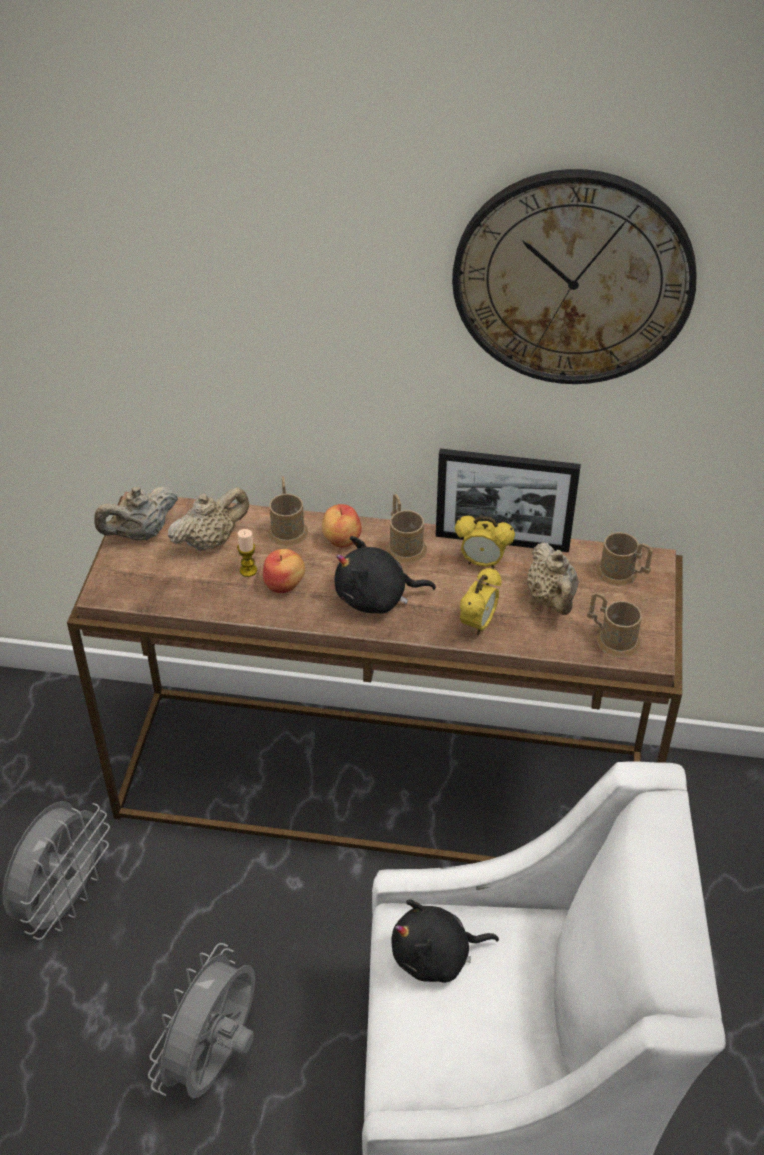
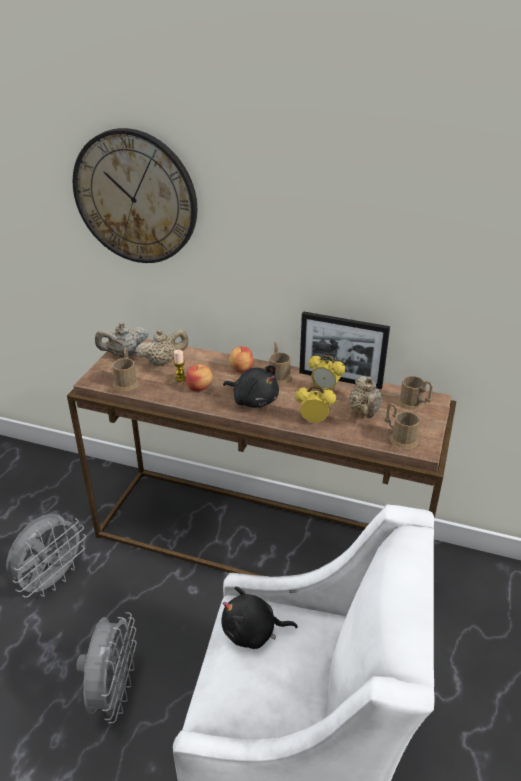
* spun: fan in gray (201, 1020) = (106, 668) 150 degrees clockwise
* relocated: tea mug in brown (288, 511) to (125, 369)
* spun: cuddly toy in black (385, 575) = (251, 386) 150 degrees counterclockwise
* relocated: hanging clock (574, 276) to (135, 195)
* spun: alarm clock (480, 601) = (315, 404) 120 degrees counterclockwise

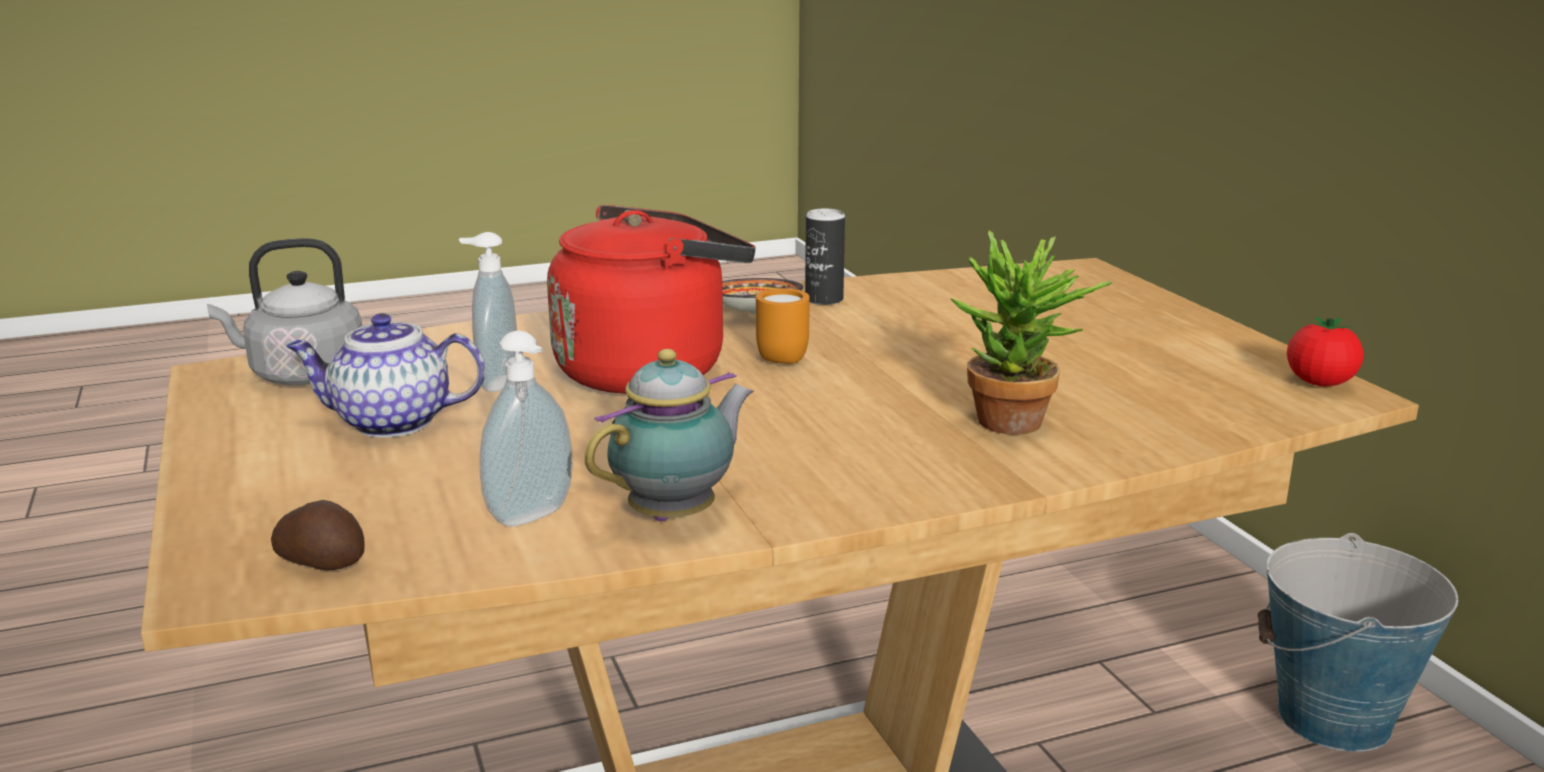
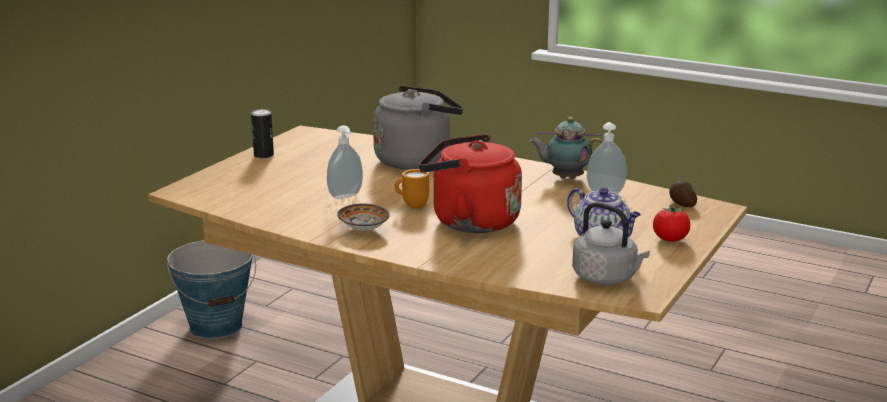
* relocated: soap dispenser (488, 312) to (345, 162)
* relocated: sealed can (825, 257) to (262, 133)
* exchanged: plant in a pot (1031, 332) to tea kettle in gray (418, 127)
* relocated: whole tomato (1325, 351) to (671, 223)

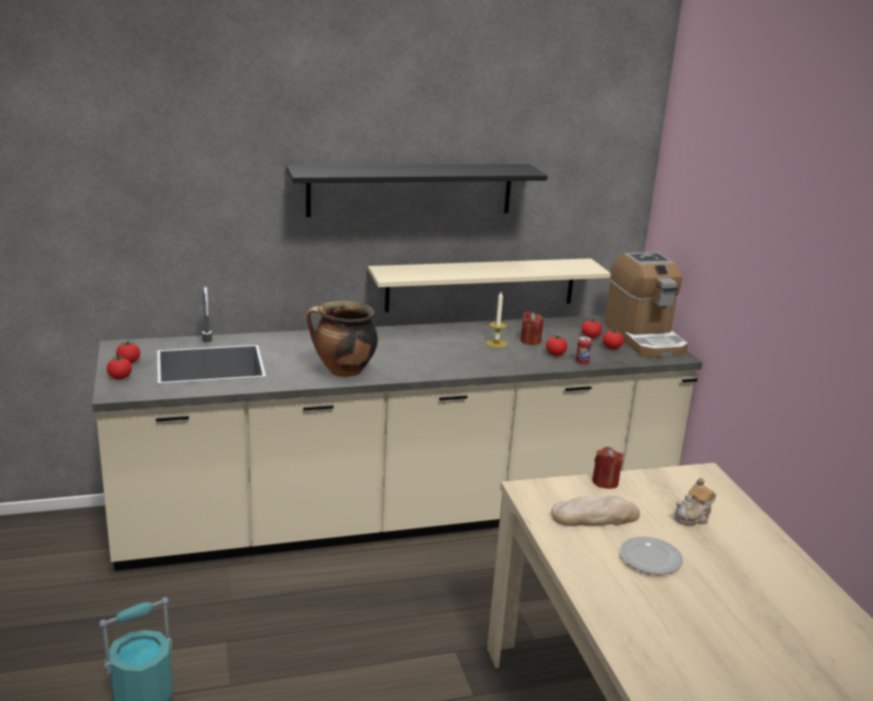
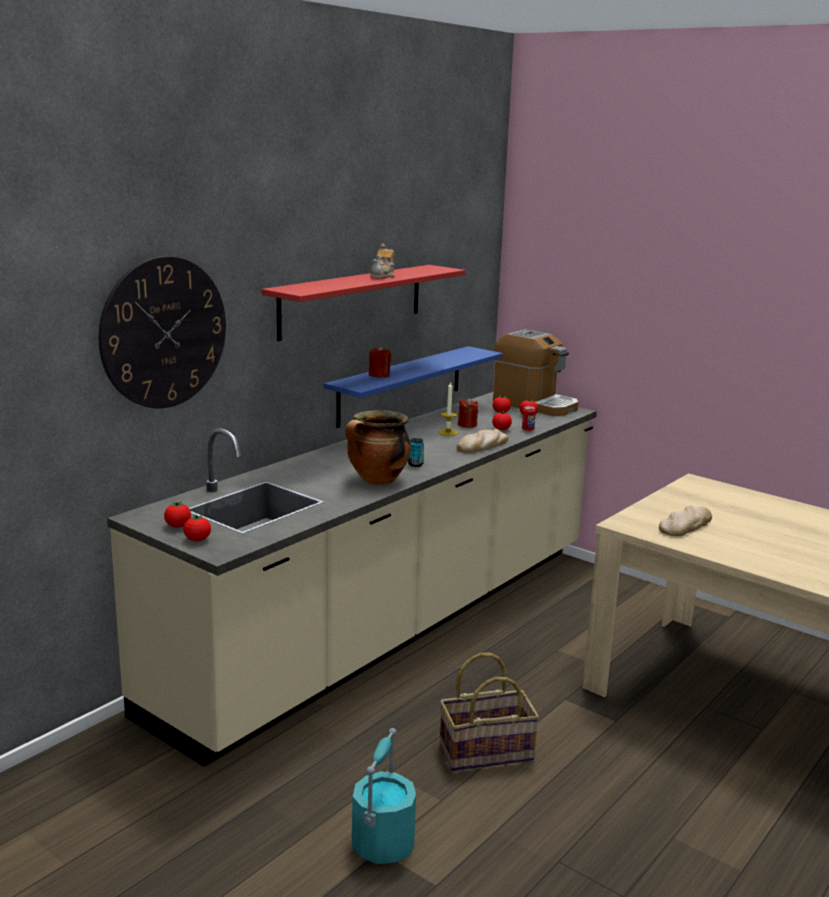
* colour: wall shelf in black (416, 190) to wall shelf in red (363, 303)
* colour: wall shelf in sand-coloured (489, 285) to wall shelf in blue (413, 387)
* relocated: wax candle in red (607, 468) to (380, 361)
* missing: plate (651, 556)
* relocated: pot for tea (695, 501) to (383, 260)
* appeared: hanging clock (162, 332)
* appeared: sealed can (416, 452)
* appeared: household basket (489, 712)
* appeared: bakery bread (482, 440)

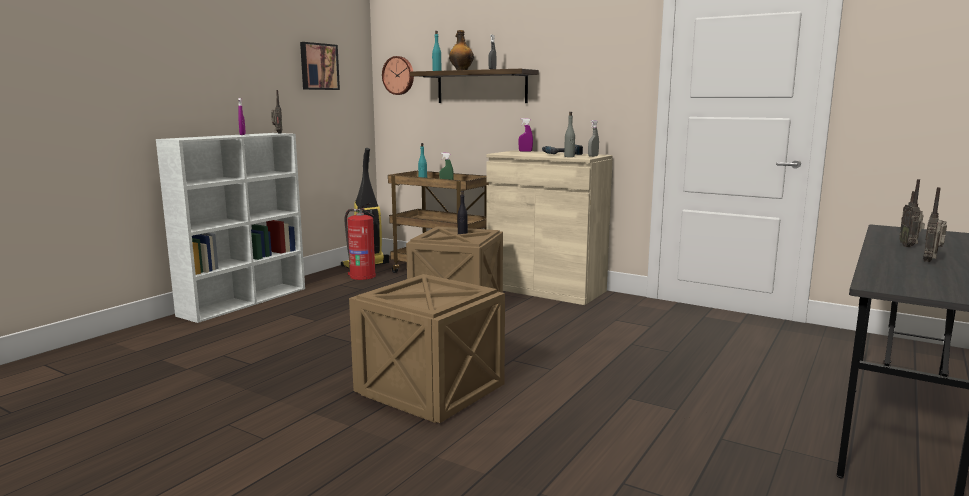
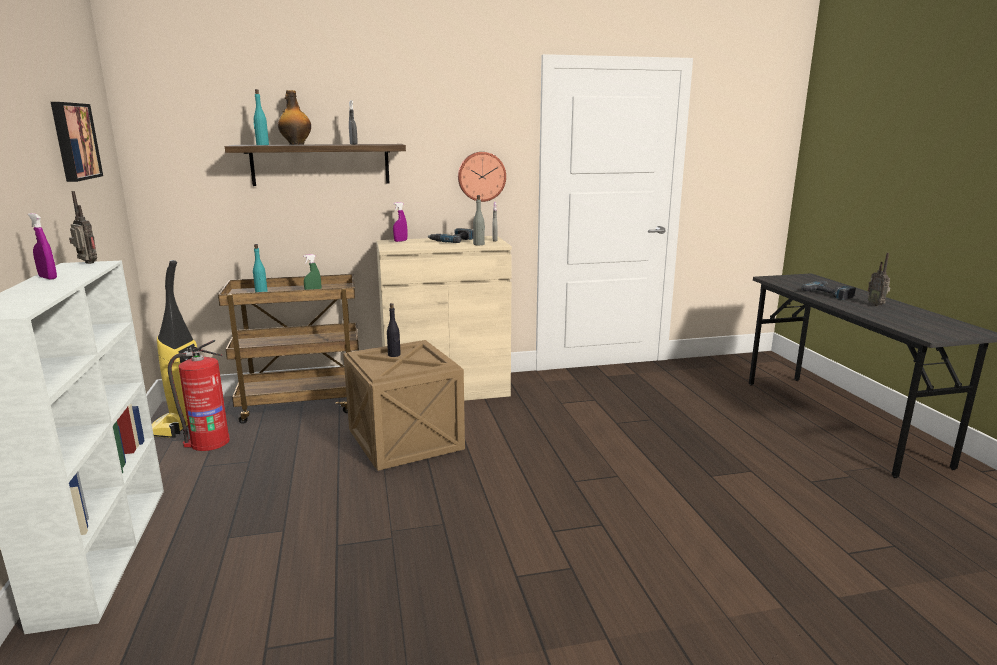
* missing: crate (427, 348)
* relocated: hanging clock (398, 75) to (482, 177)
* exchanged: radio (912, 213) to drill (828, 290)

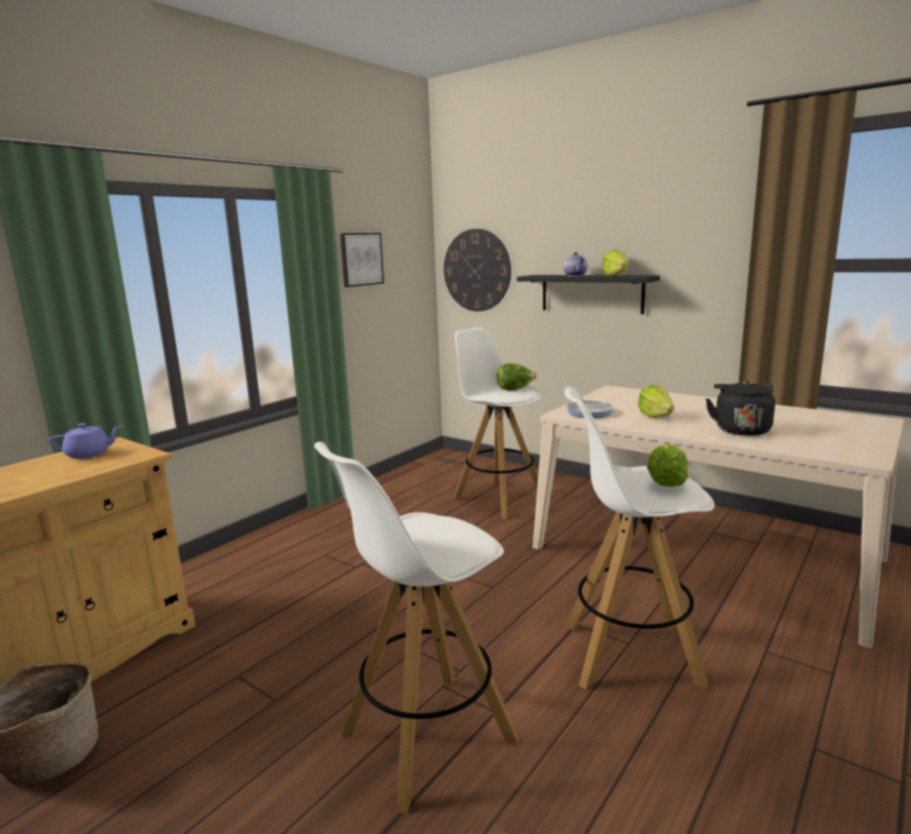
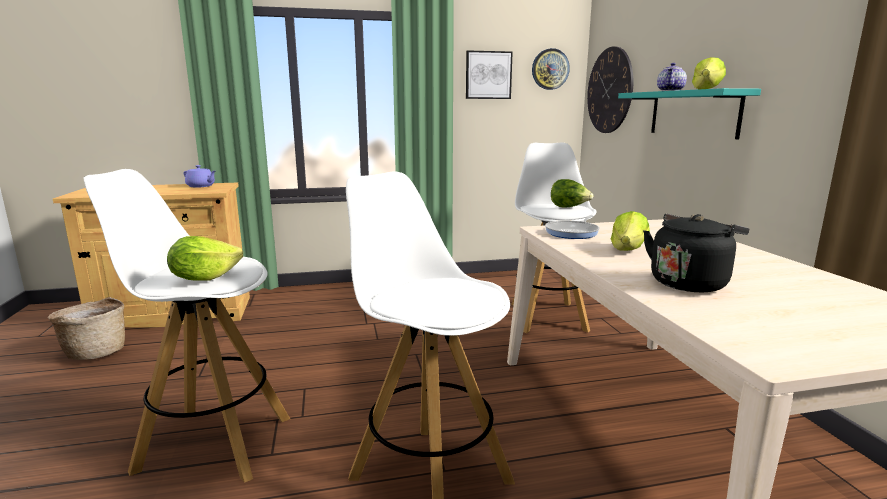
* colour: wall shelf in black (588, 294) to wall shelf in turquoise-coloured (689, 113)
* relocated: lettuce (667, 466) to (205, 258)
* appeared: hanging clock (551, 69)

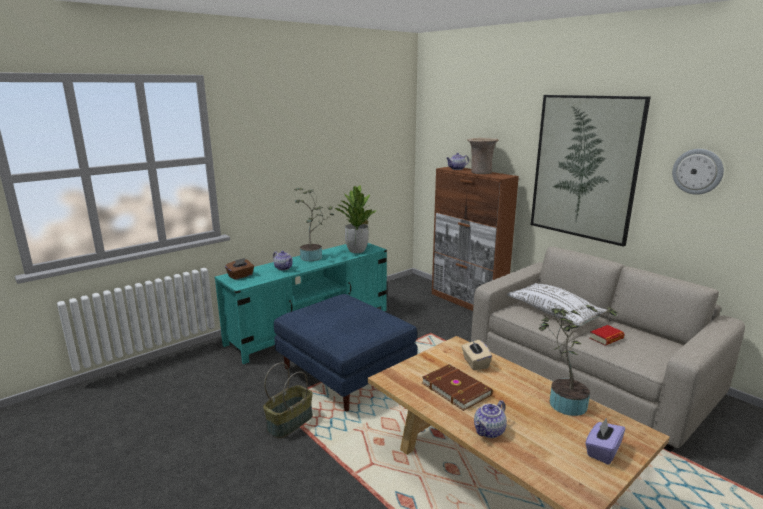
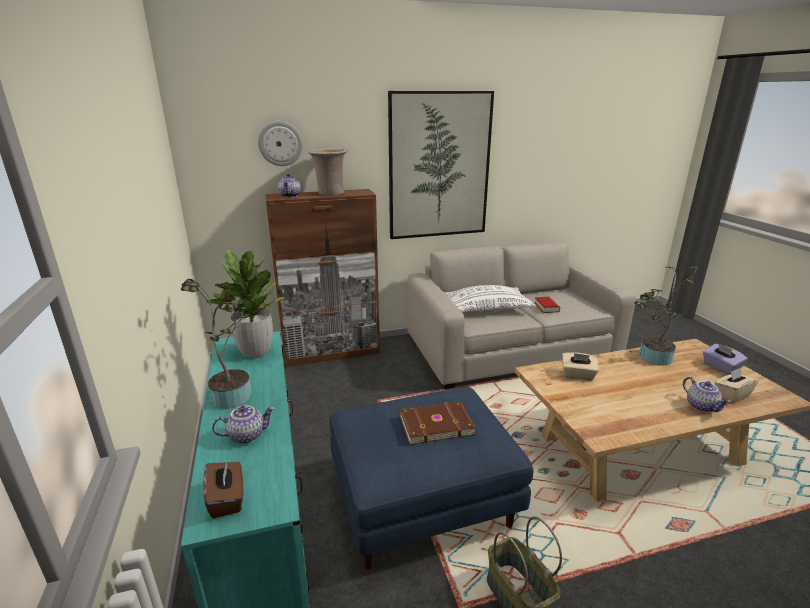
* relocated: bound book in brown (457, 387) to (437, 423)
* relocated: hanging clock (698, 172) to (280, 143)
* appeared: tissue holder in sand-coloured (737, 385)

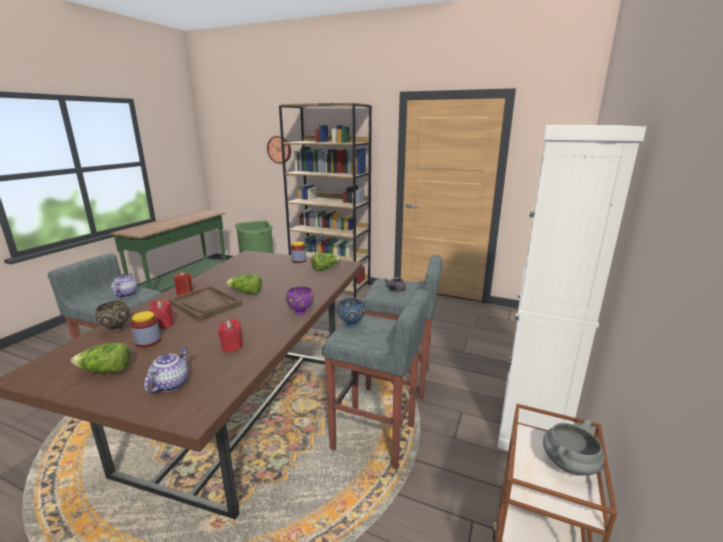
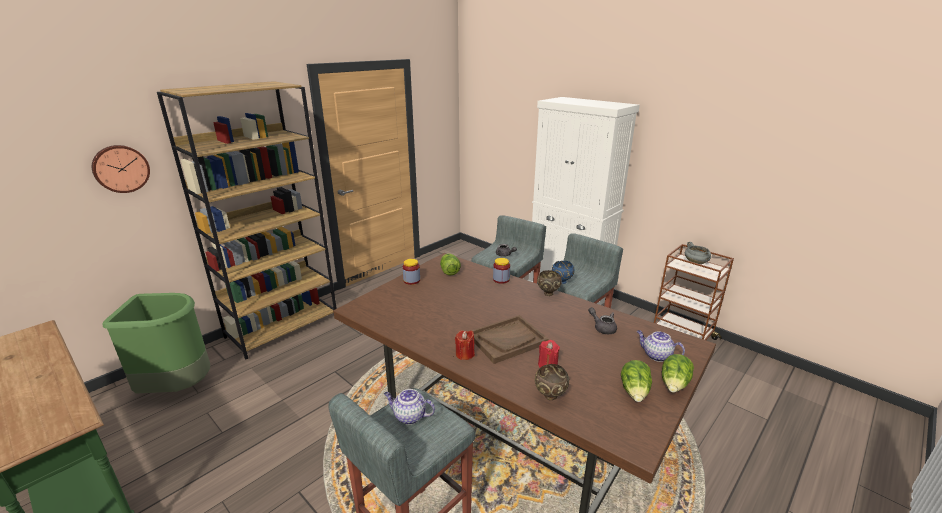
* relocated: preserve jar (146, 329) to (501, 271)
* exchanged: wax candle in red (230, 335) to pot for tea in gray (602, 320)
* relocated: lettuce (244, 284) to (678, 373)
* colour: deep dish in purple (300, 301) to deep dish in brown (549, 283)

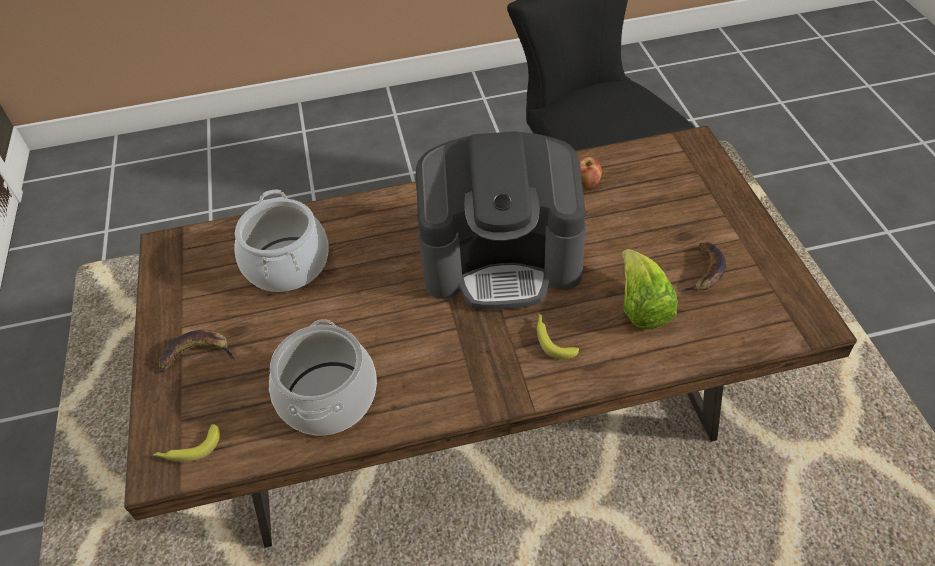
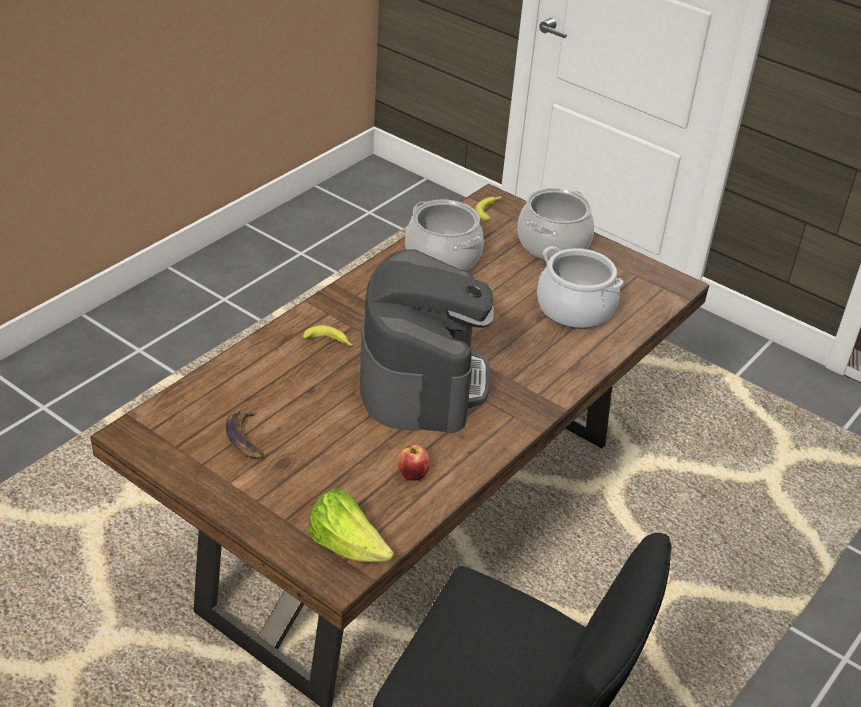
* exchanged: banana fruit (196, 351) to stockpot (555, 224)
* spun: coffee brewer (501, 220) = (427, 341) 135 degrees clockwise
* relocated: lettuce (650, 289) to (351, 525)

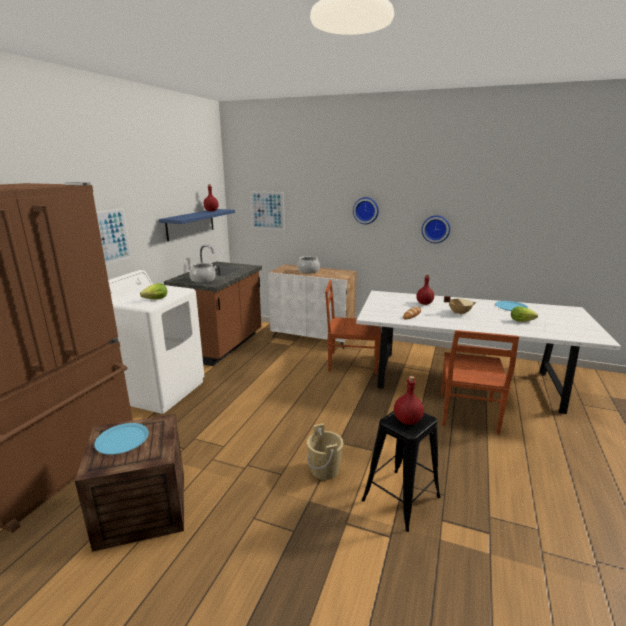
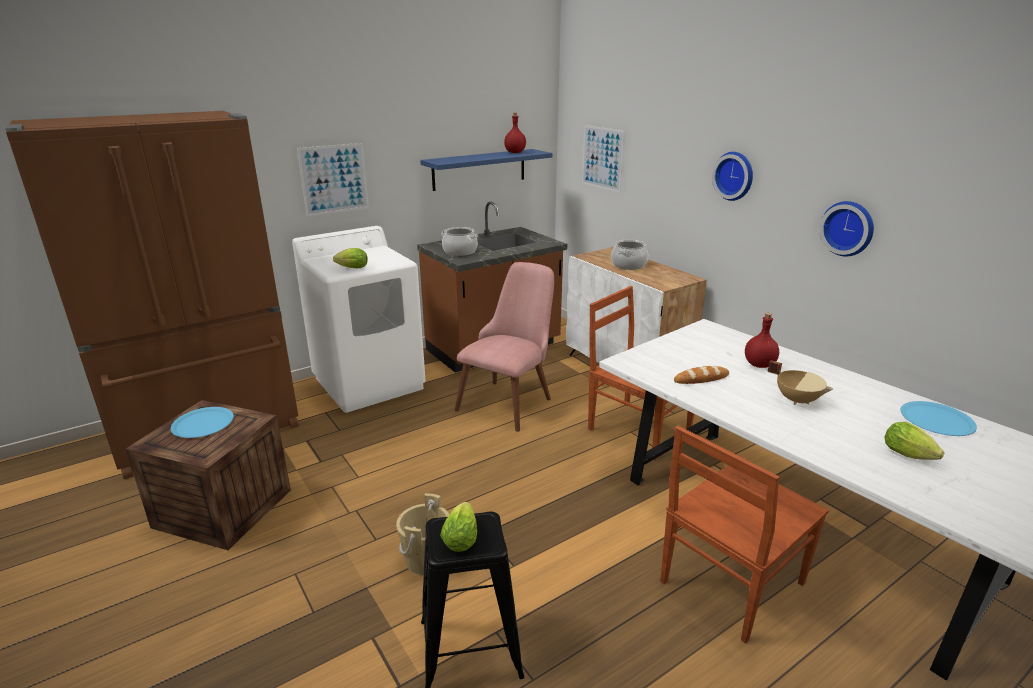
* exchanged: drink bottle in red (409, 400) to lettuce (458, 527)
* appeared: upright chair in pink (504, 347)

